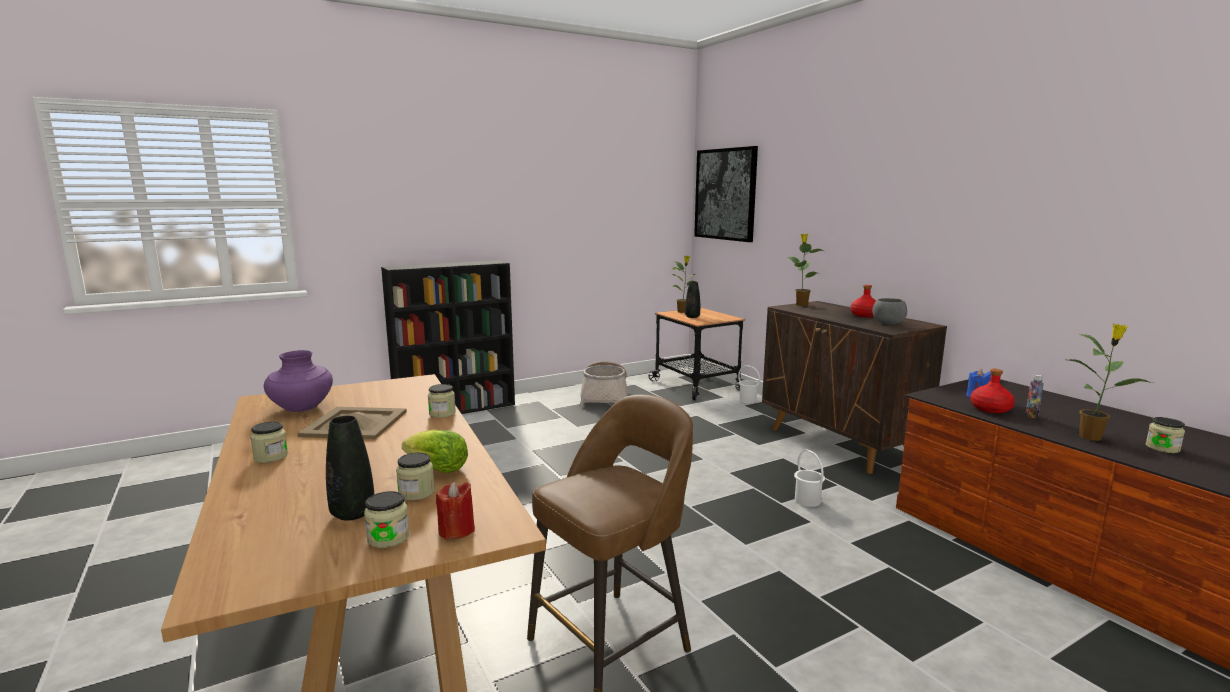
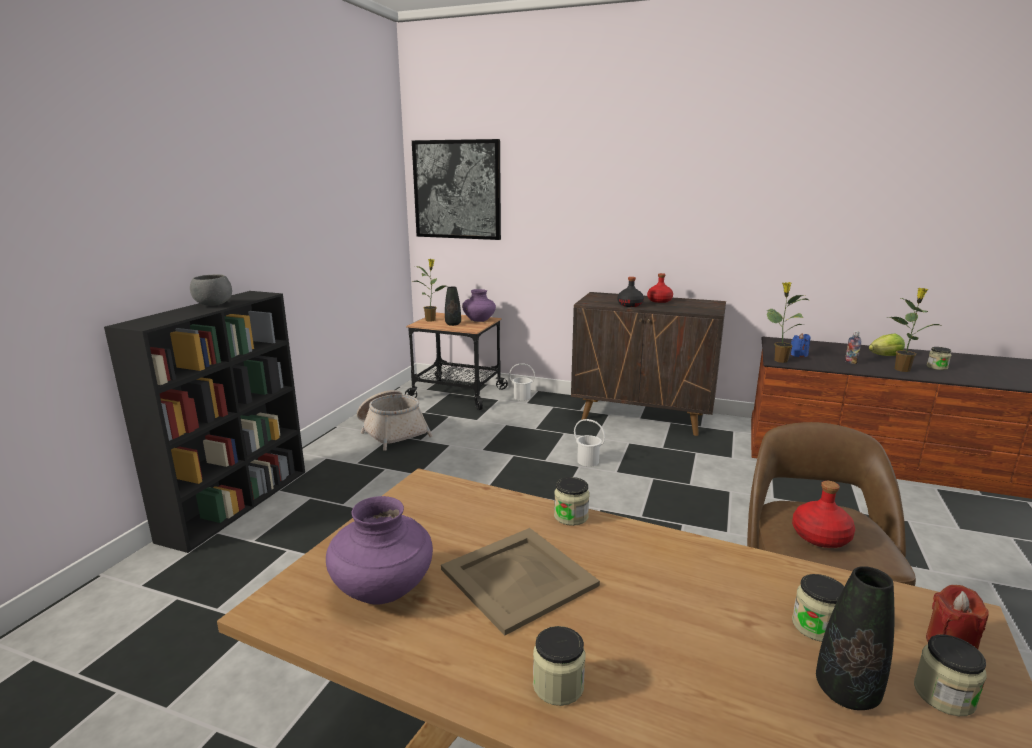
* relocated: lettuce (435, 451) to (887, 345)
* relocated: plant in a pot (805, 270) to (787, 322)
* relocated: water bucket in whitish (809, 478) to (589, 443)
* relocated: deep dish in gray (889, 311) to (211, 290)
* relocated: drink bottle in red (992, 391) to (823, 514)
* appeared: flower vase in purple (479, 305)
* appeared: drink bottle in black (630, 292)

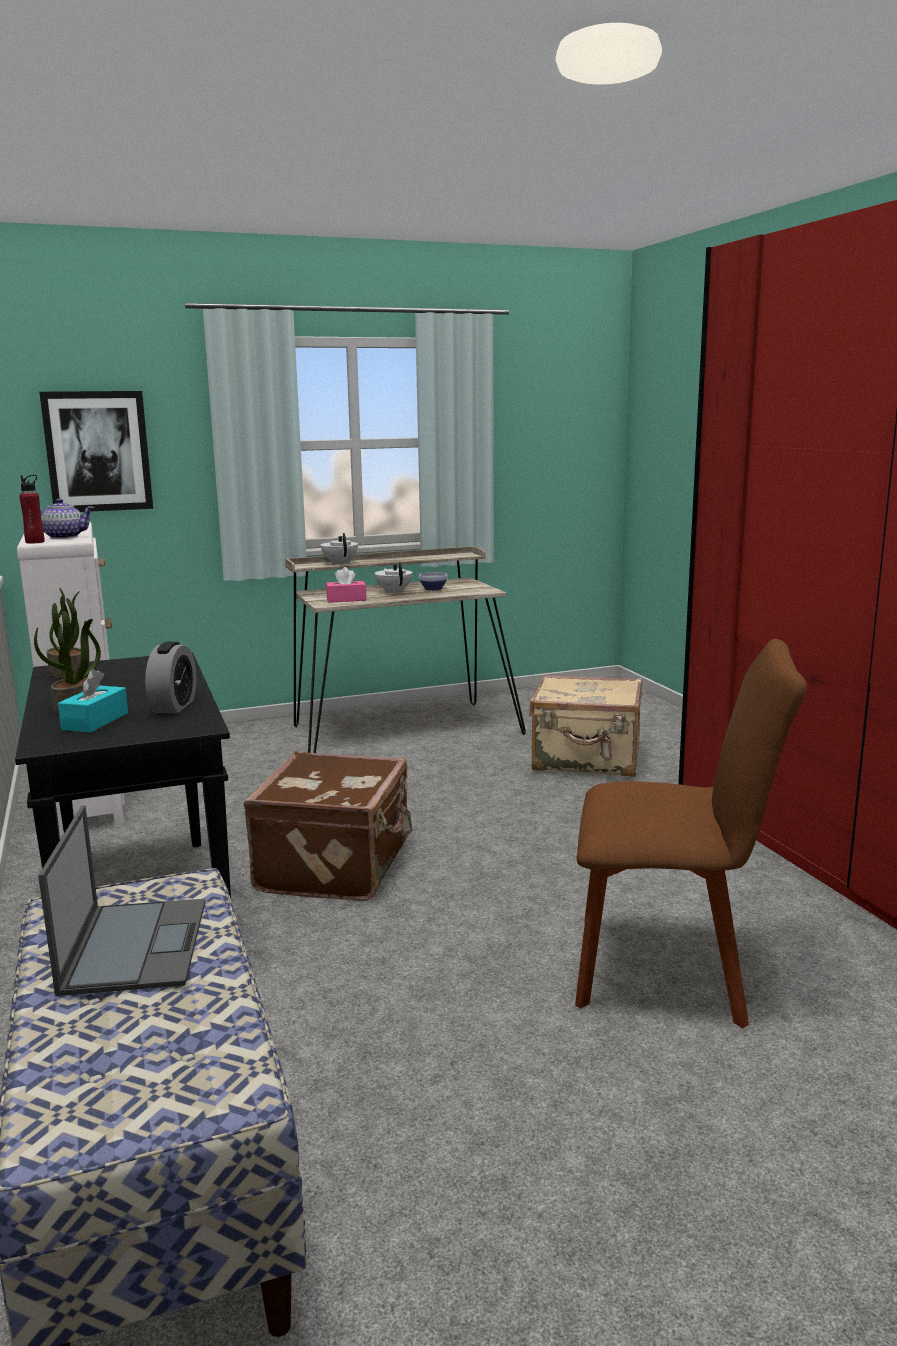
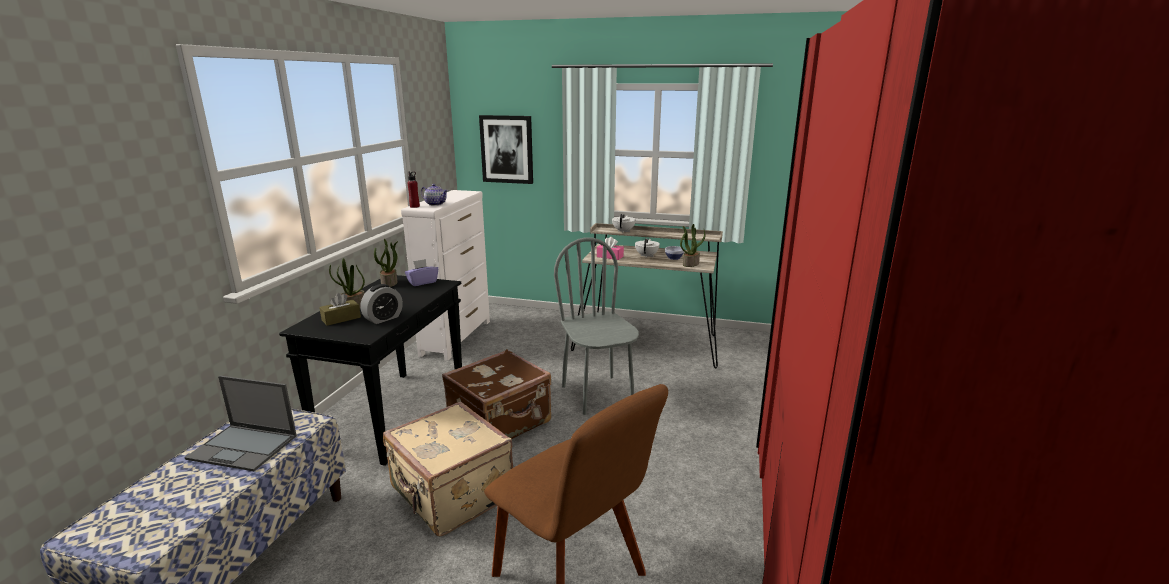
* spun: portable computer (121, 900) = (240, 423) 75 degrees clockwise
* colour: tissue holder in turquoise-coloured (93, 701) to tissue holder in brown (340, 309)
* relocated: piece of luggage in sand-coloured (585, 726) to (448, 469)
* appeared: tissue holder in purple (421, 272)
* appeared: upright chair in gray (596, 326)
* appeared: plant in a pot (692, 245)

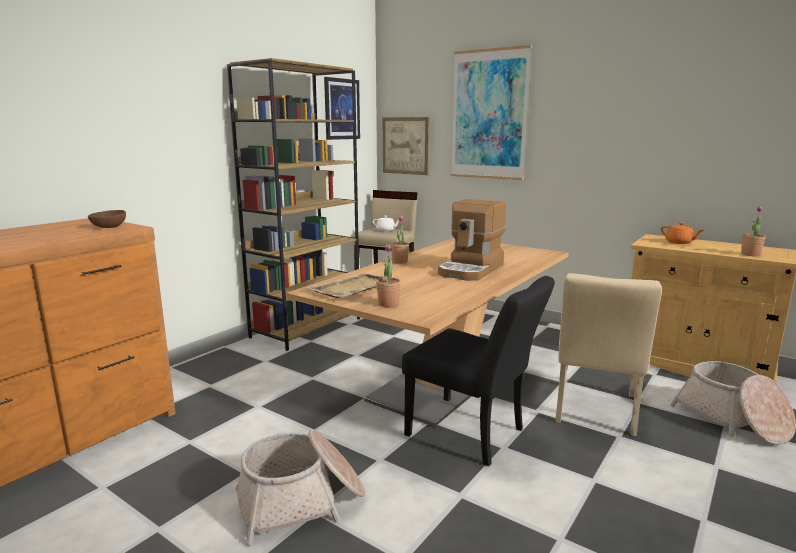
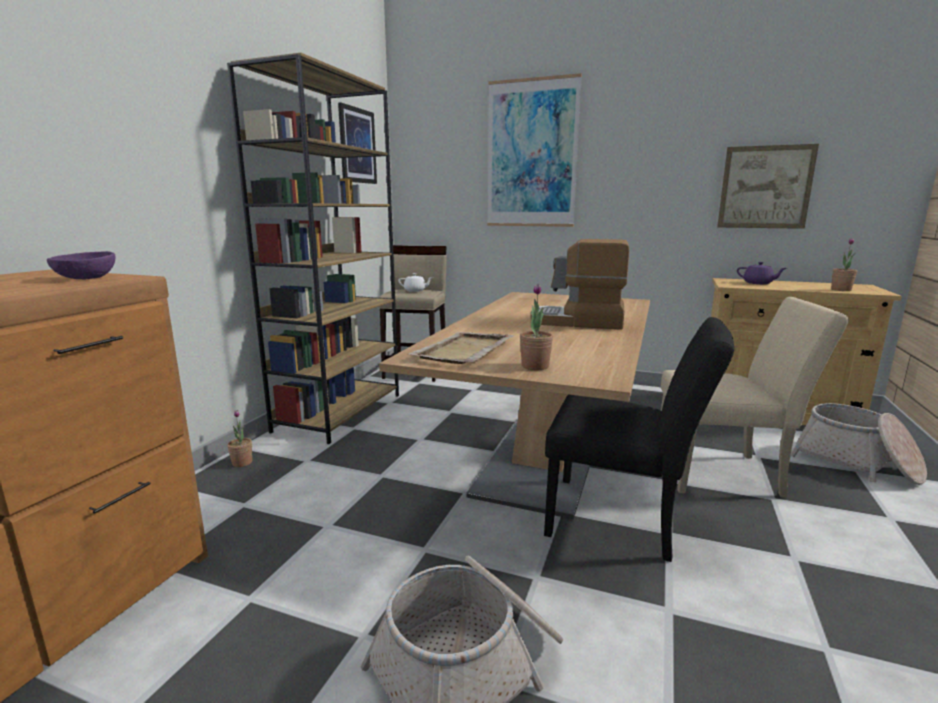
* colour: deep dish in brown (107, 219) to deep dish in purple (81, 265)
* relocated: wall art (406, 146) to (768, 186)
* relocated: plant in a pot (400, 240) to (239, 438)
* spun: coffee brewer (472, 240) = (580, 284) 90 degrees clockwise
* spun: upright chair in sand-coloured (608, 354) = (755, 397) 90 degrees counterclockwise
* colour: pot for tea in orange (682, 233) to pot for tea in purple (761, 273)

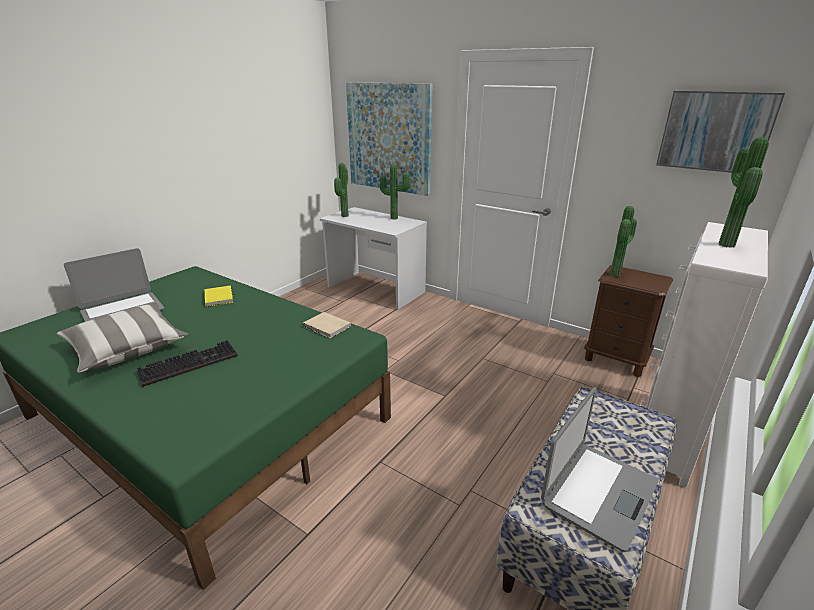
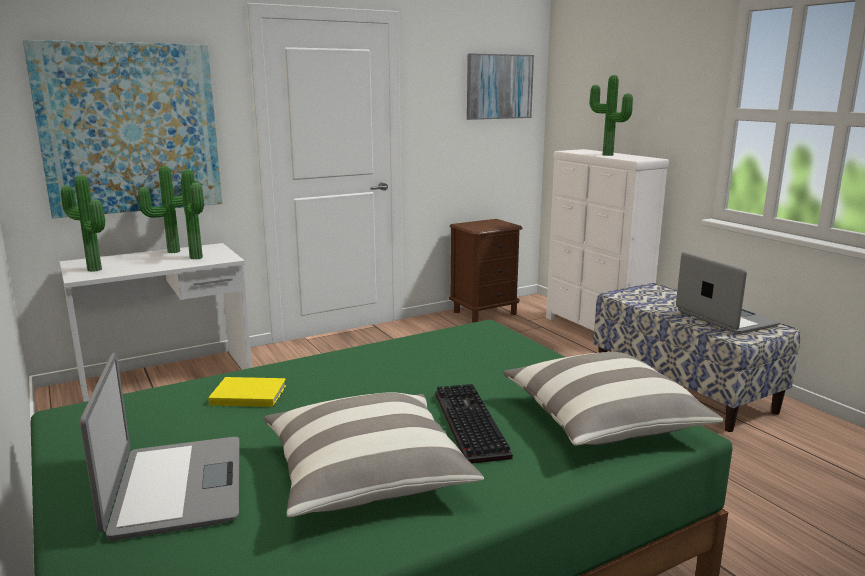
* missing: bound book in sand-coloured (327, 325)
* relocated: plant in a pot (623, 241) to (192, 214)
* appeared: pillow (613, 399)

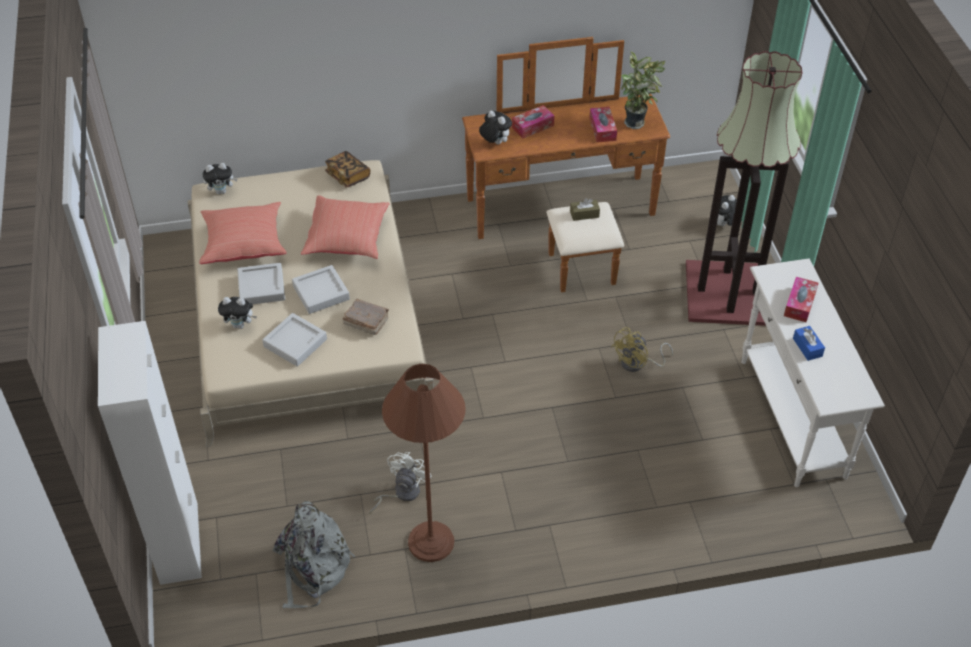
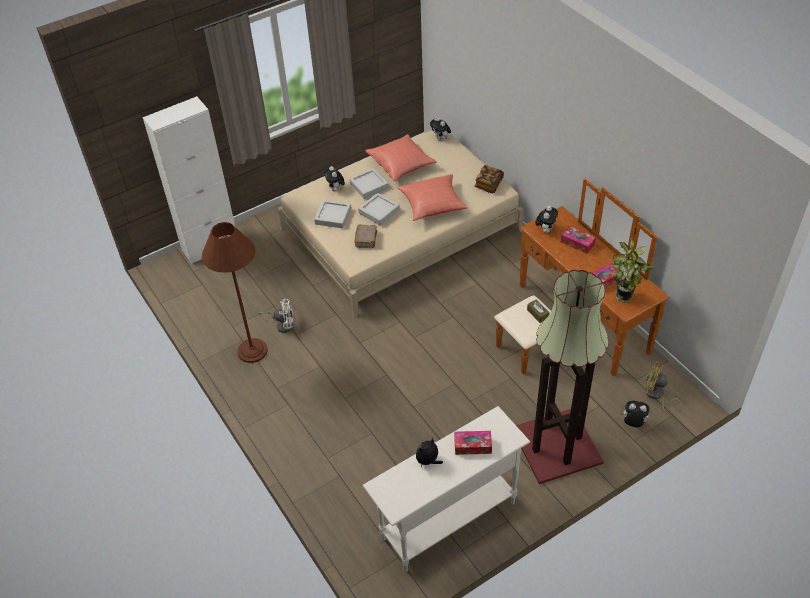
* missing: rucksack in gray (314, 554)
* relocated: fan in yellow (642, 349) to (663, 387)
* exchanged: tissue holder in blue (809, 343) to cuddly toy (429, 452)

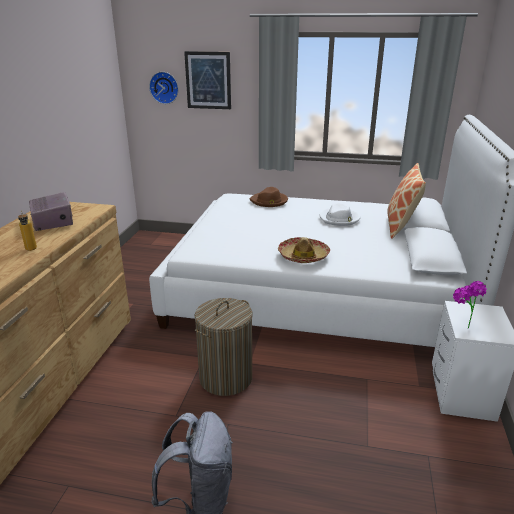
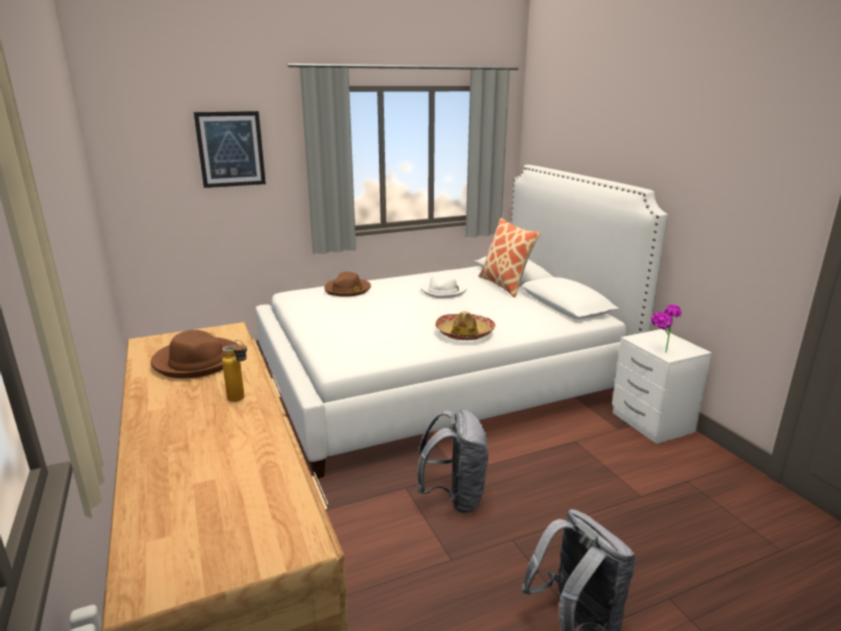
* exchanged: radio (51, 211) to clothing hat in brown (195, 354)
* missing: hanging clock (163, 88)
* exchanged: hamper (223, 347) to rucksack in gray (452, 461)

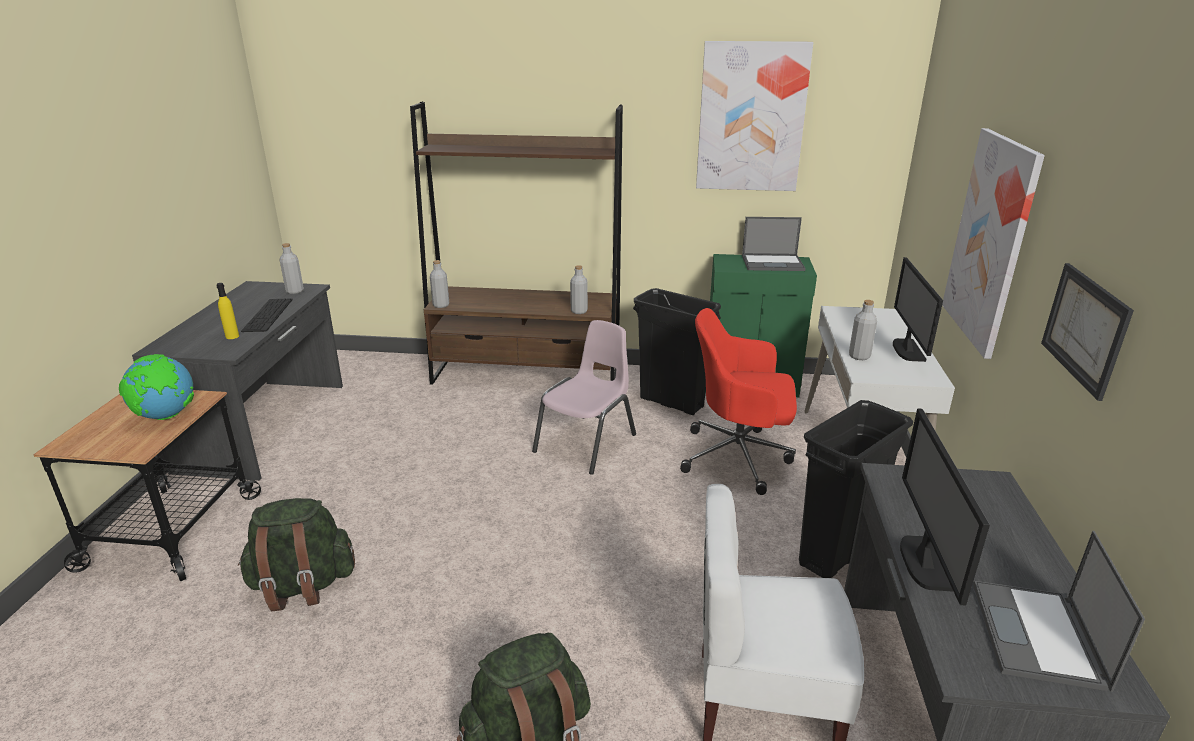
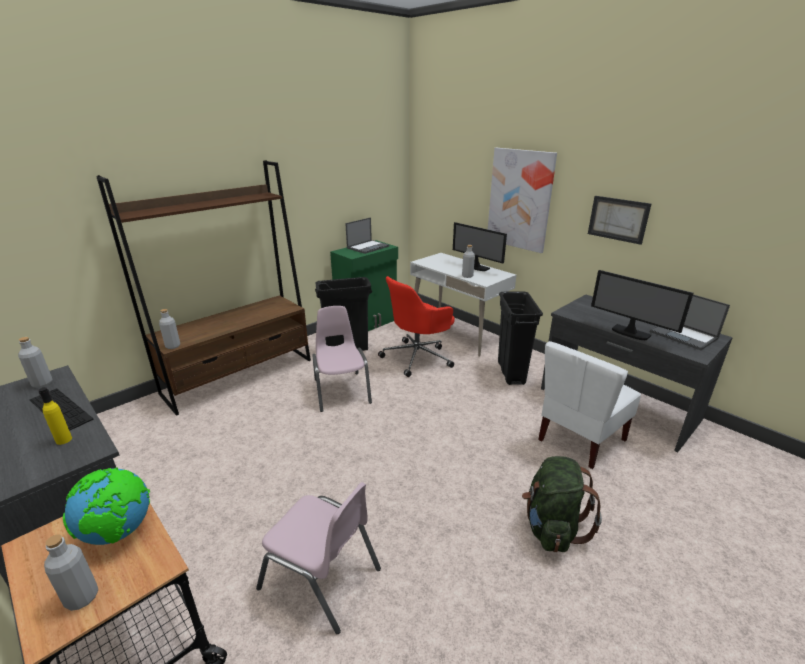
* exchanged: rucksack in greenish (296, 554) to upright chair in pink (318, 558)
* relocated: drink bottle in gray (579, 289) to (71, 572)
* missing: wall art (754, 116)

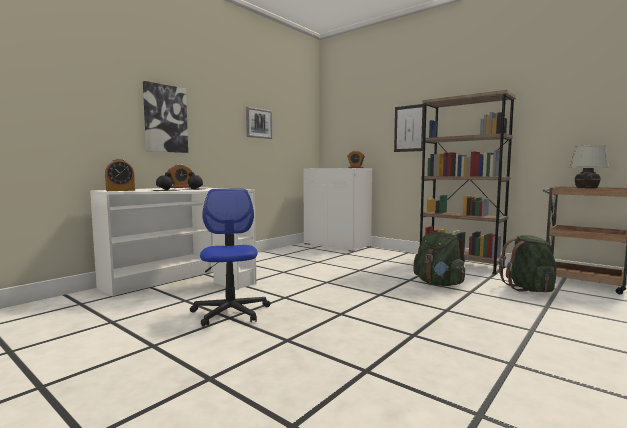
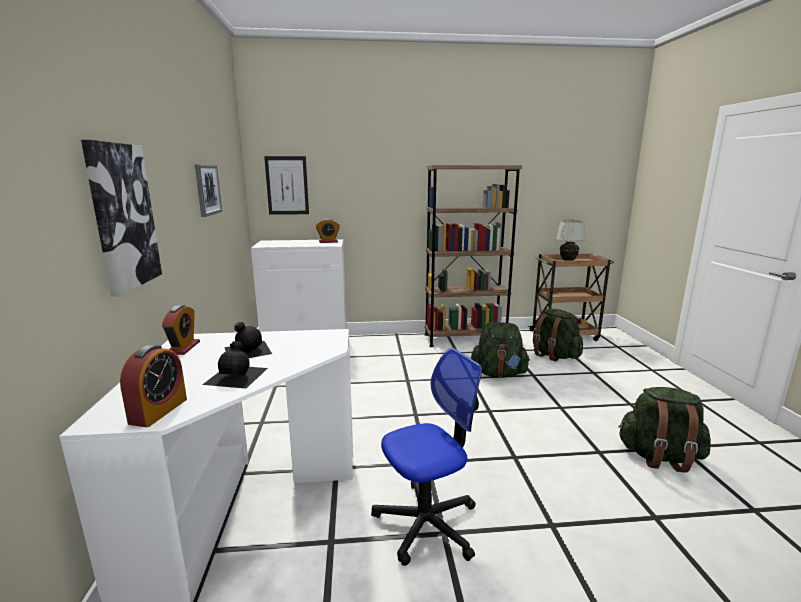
* spun: computer chair (230, 258) = (426, 457) 120 degrees clockwise
* relocated: wall art (409, 128) to (286, 185)
* appeared: rucksack in greenish (664, 430)

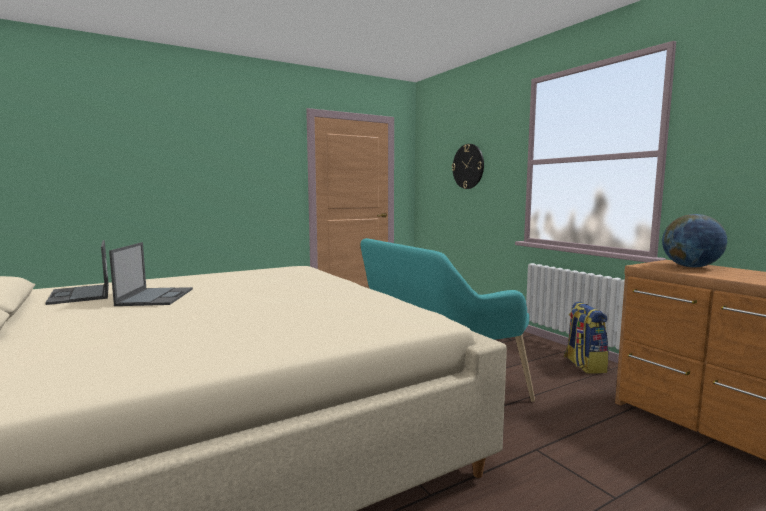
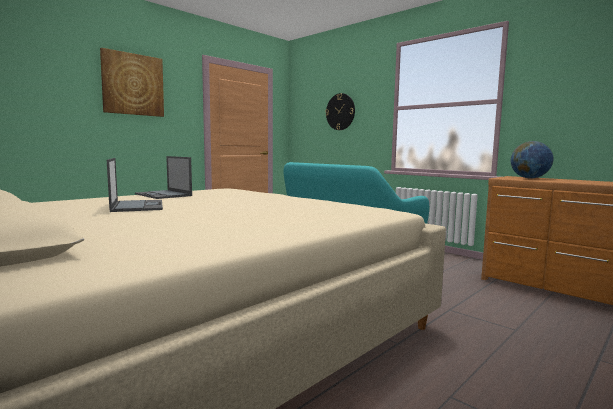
* relocated: portable computer (77, 272) to (163, 177)
* missing: rucksack (586, 338)
* appeared: wall art (132, 82)

